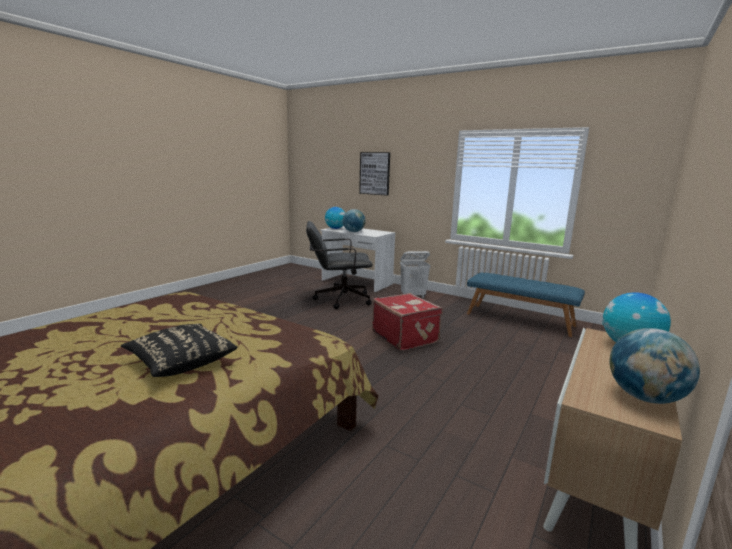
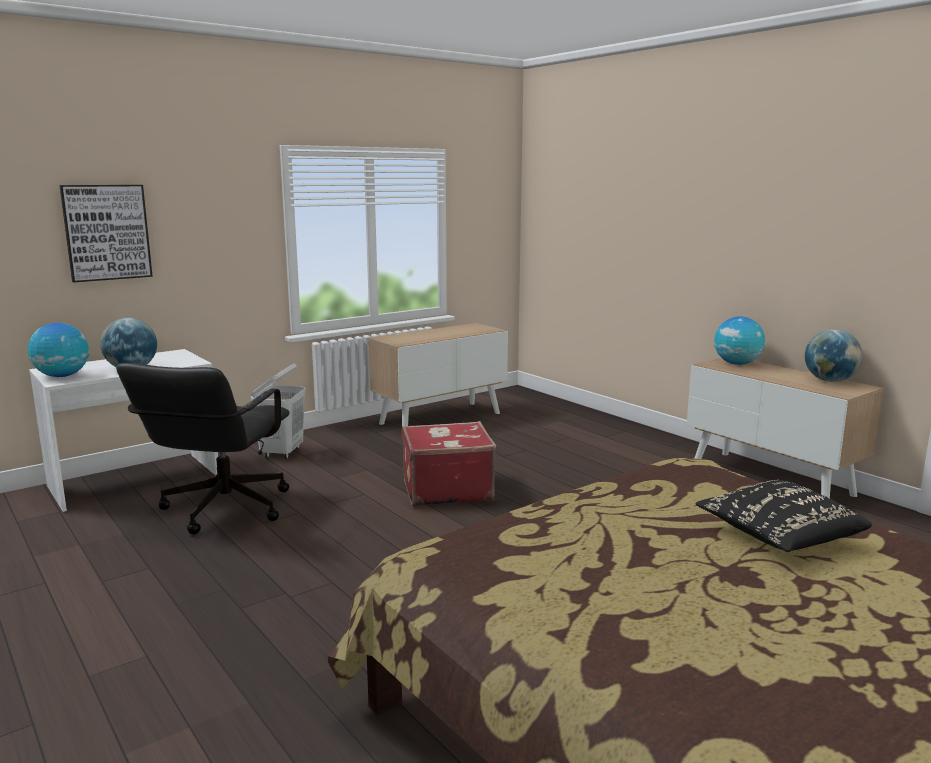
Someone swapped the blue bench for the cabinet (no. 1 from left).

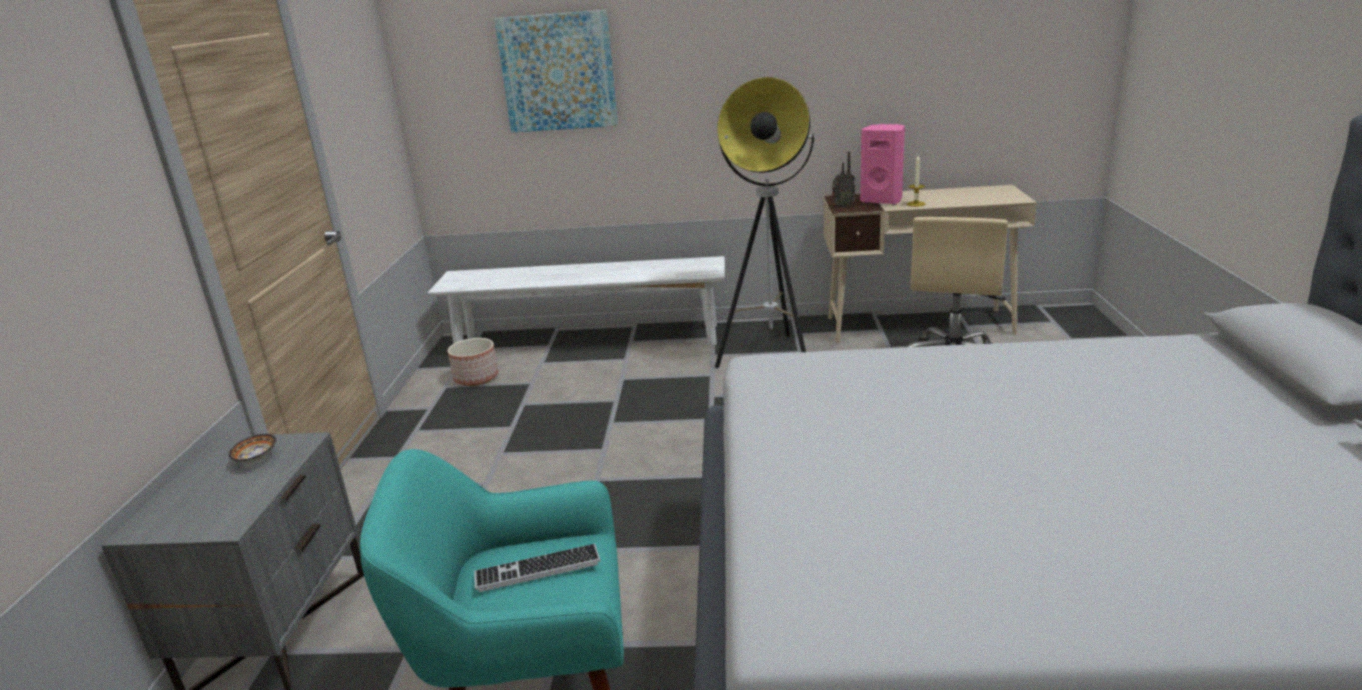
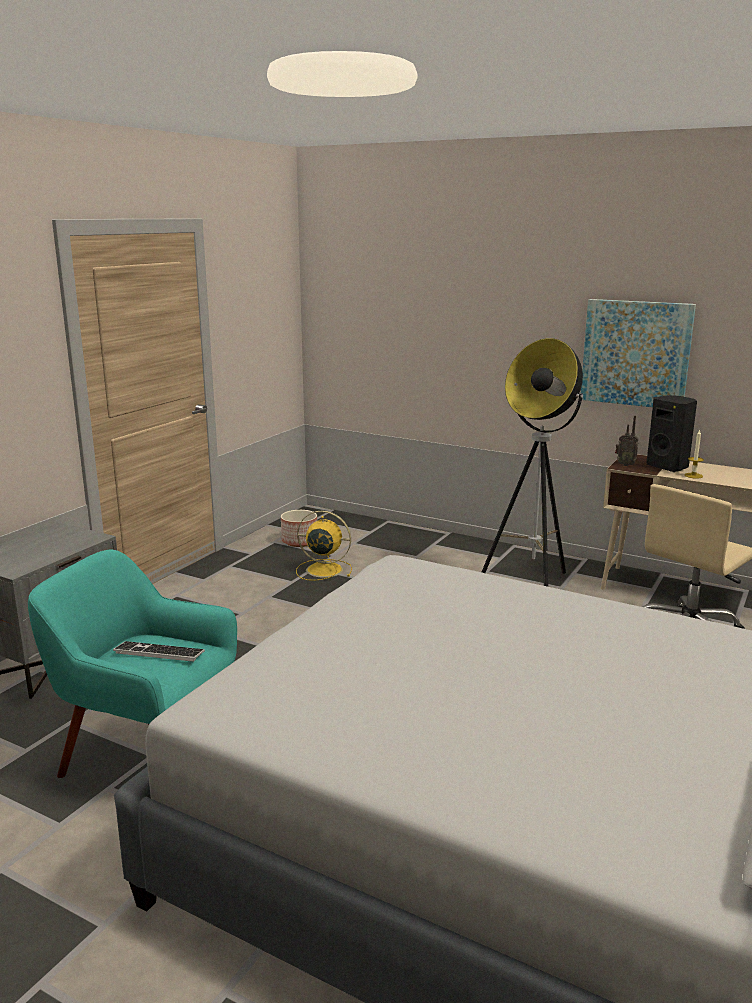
Someone took away the bowl.
Someone took away the white bench.
Someone carried the picture.
Someone repainted the pink speaker, which became the black speaker.
Someone put down the yellow fan.

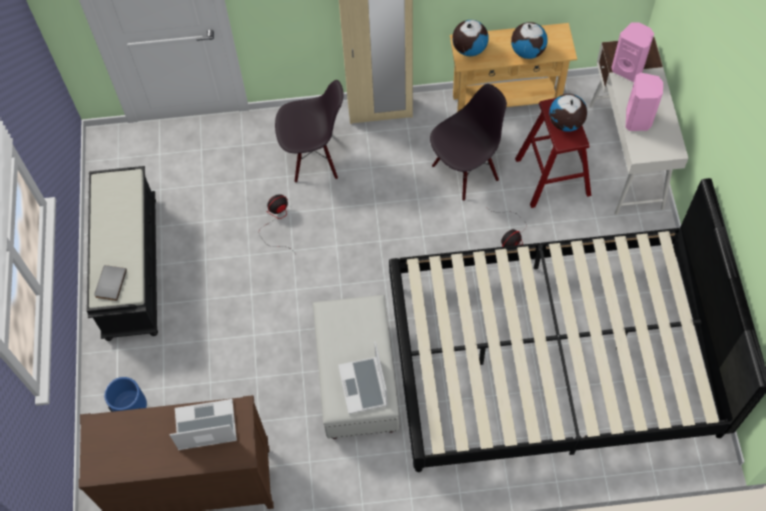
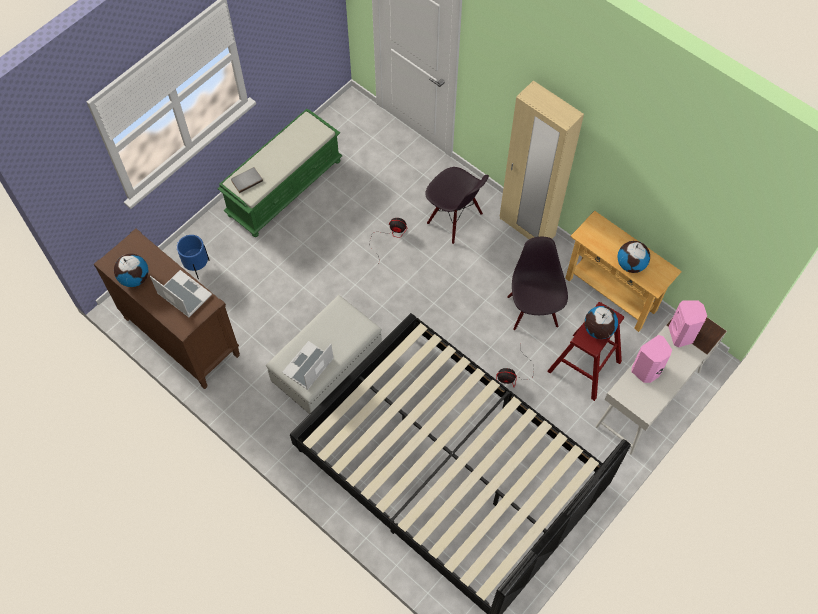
Someone repainted the black bench, which became the green bench.
Someone rotated the black chair (no. 2 from left) by 105 degrees counterclockwise.
Someone carried the globe (no. 1 from left).

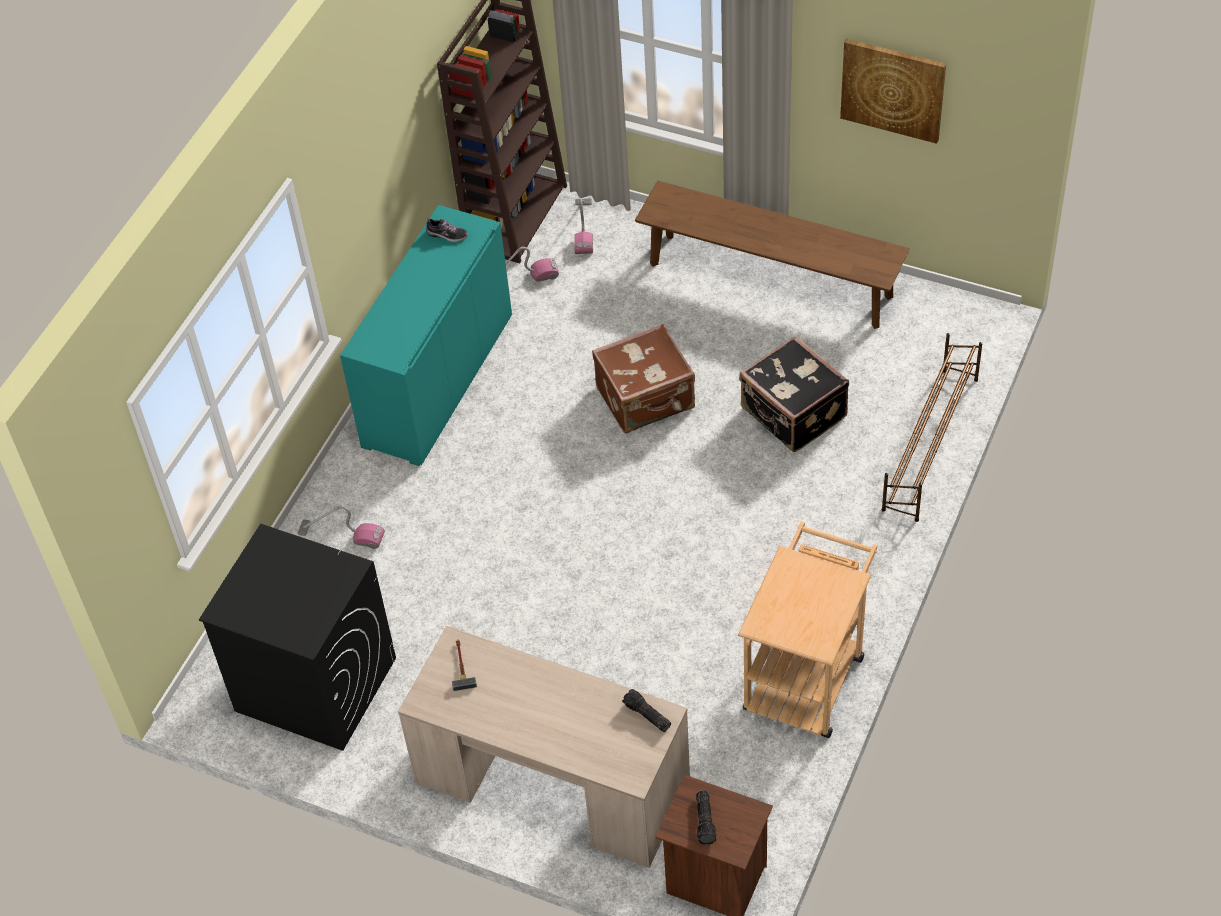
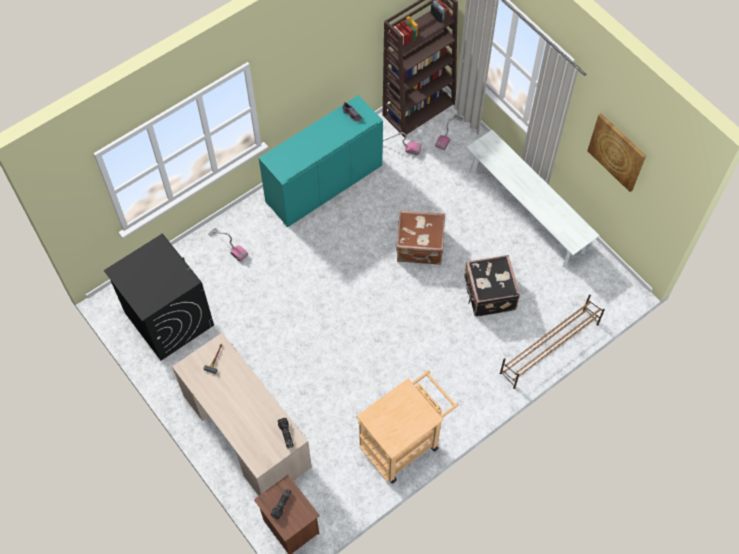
Someone repainted the brown bench, which became the white bench.

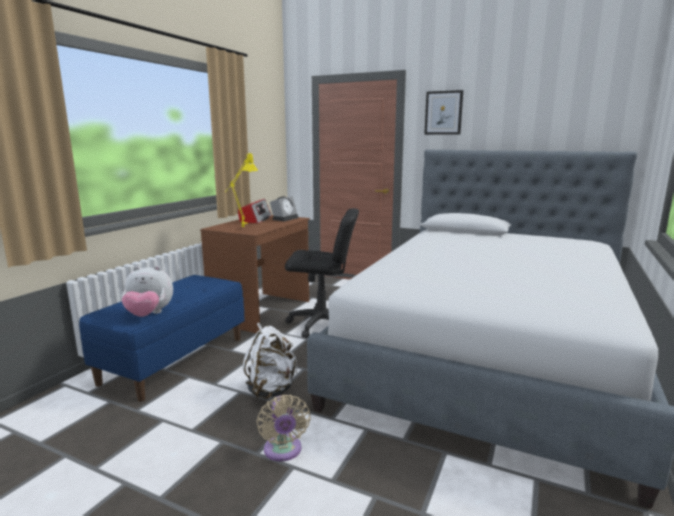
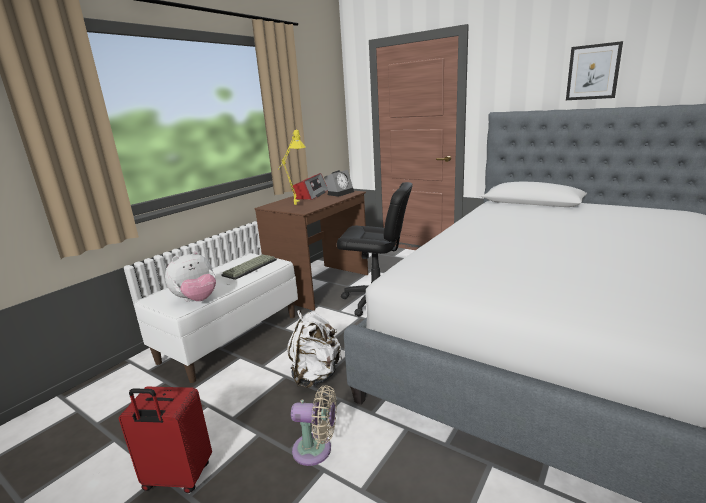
Someone repainted the blue bench, which became the white bench.
Someone rotated the plush toy by 45 degrees counterclockwise.
Someone rotated the beige fan by 75 degrees counterclockwise.
Someone carried the picture.
Someone put down the red suitcase.
Someone put down the keyboard.

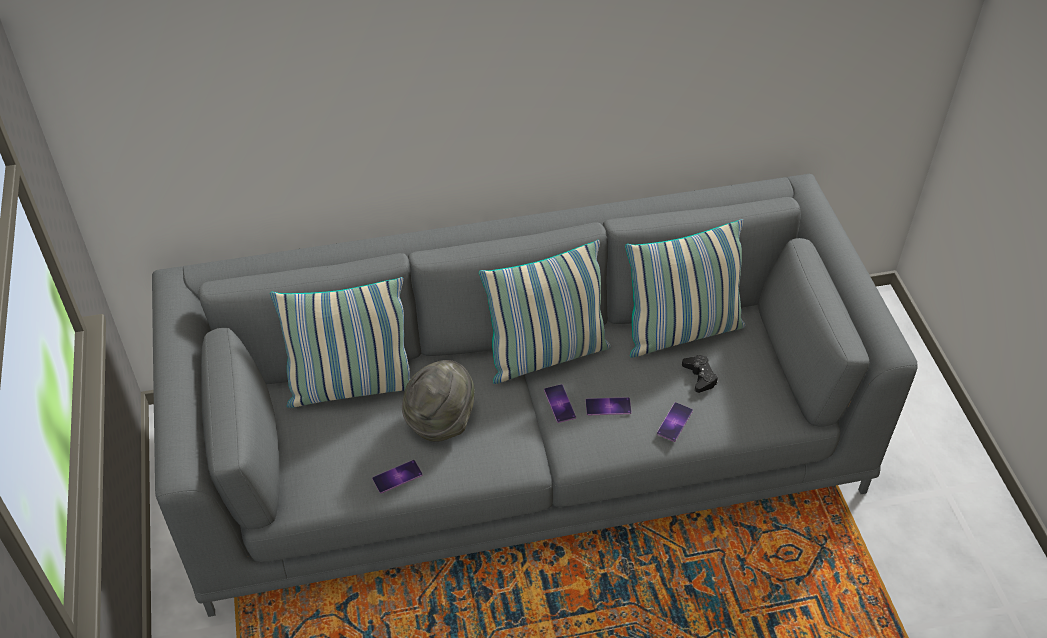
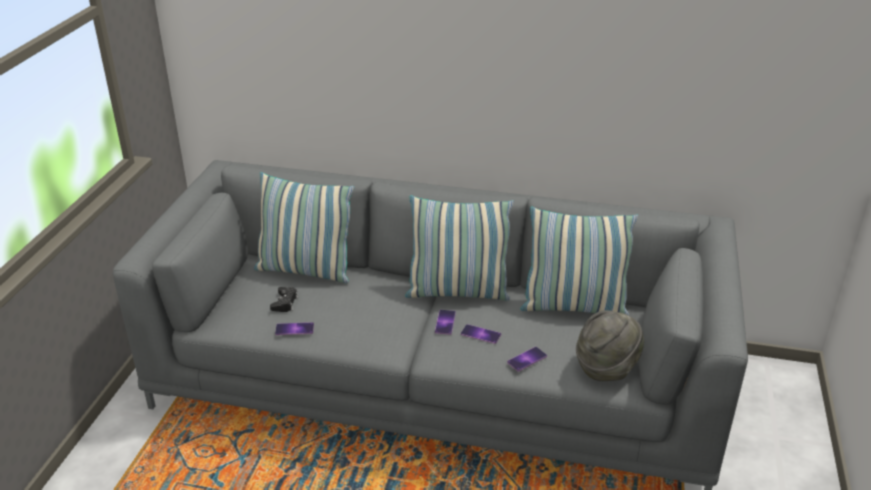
Someone carried the grey hat.
Someone carried the black game controller.

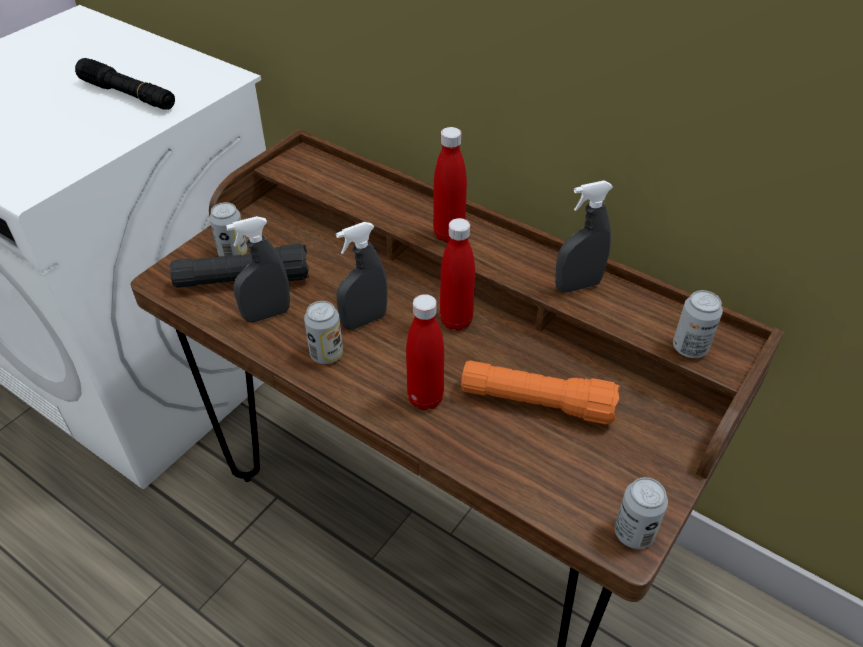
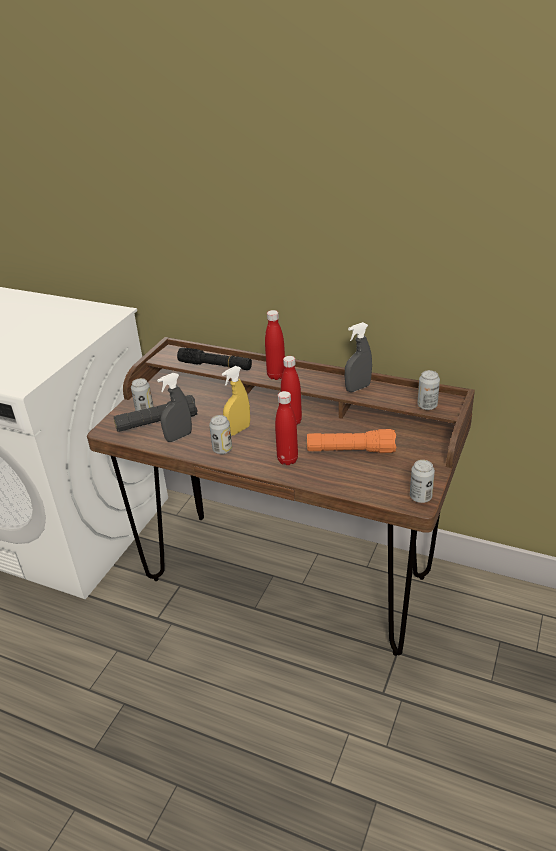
Someone carried the black flashlight (no. 1 from left in the first image).
Someone repainted the grey spray bottle (no. 2 from left), which became the yellow spray bottle.

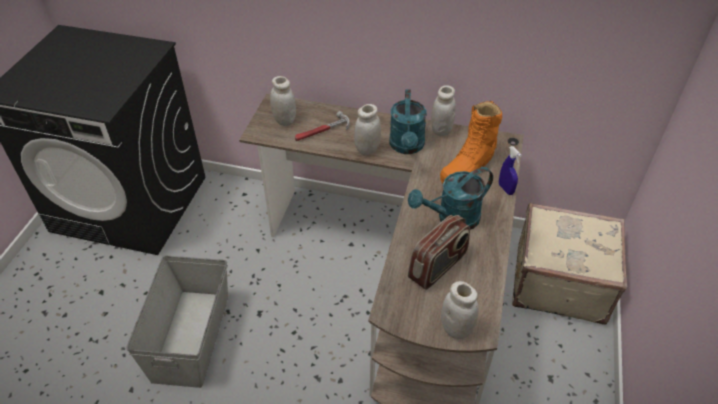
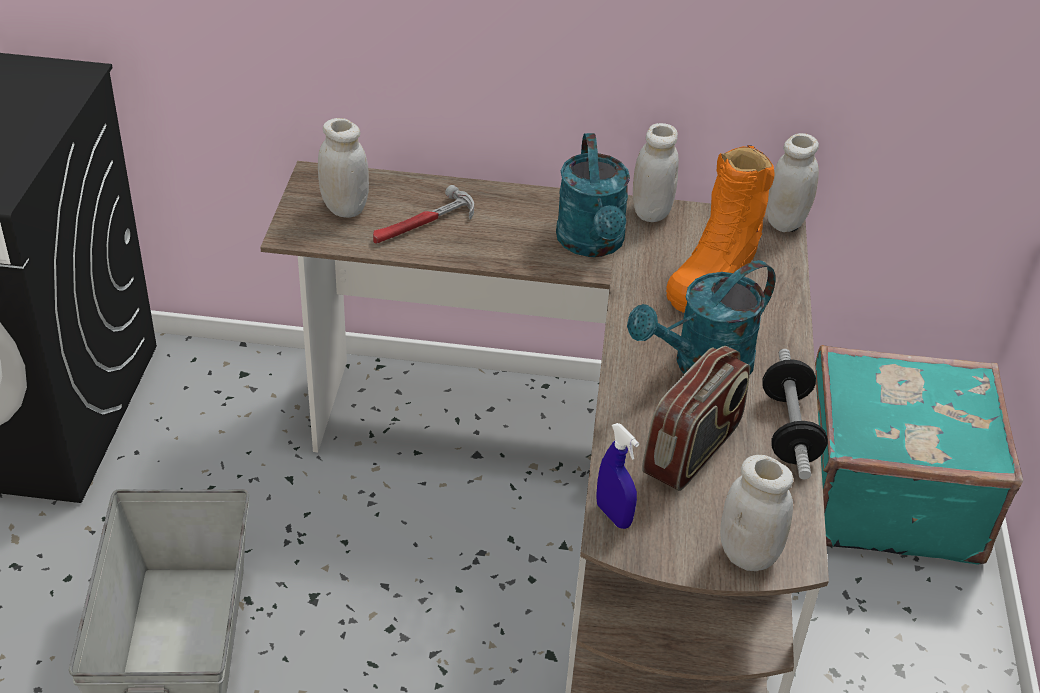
Someone carried the white jar (no. 2 from left in the first image).
Someone carried the blue spray bottle.
Someone repainted the beige suitcase, which became the turquoise suitcase.
Someone put down the dumbbell.

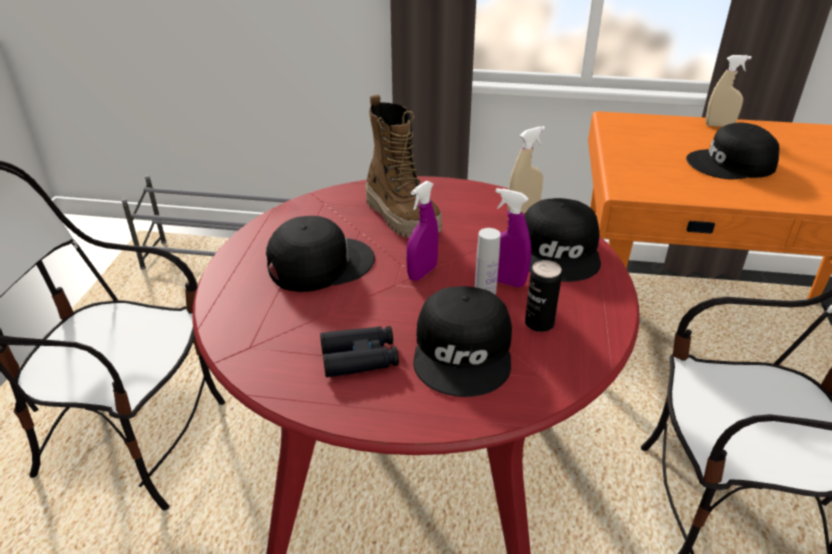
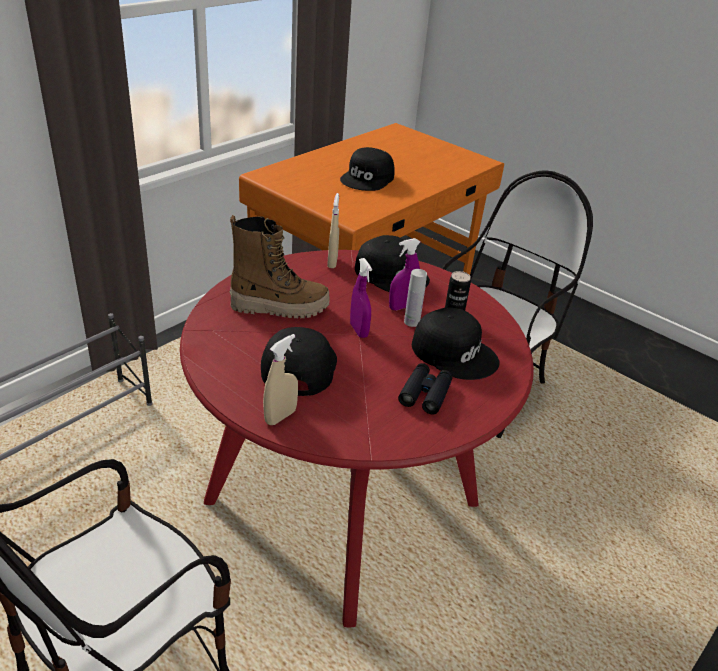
Someone carried the beige spray bottle (no. 2 from left in the first image).

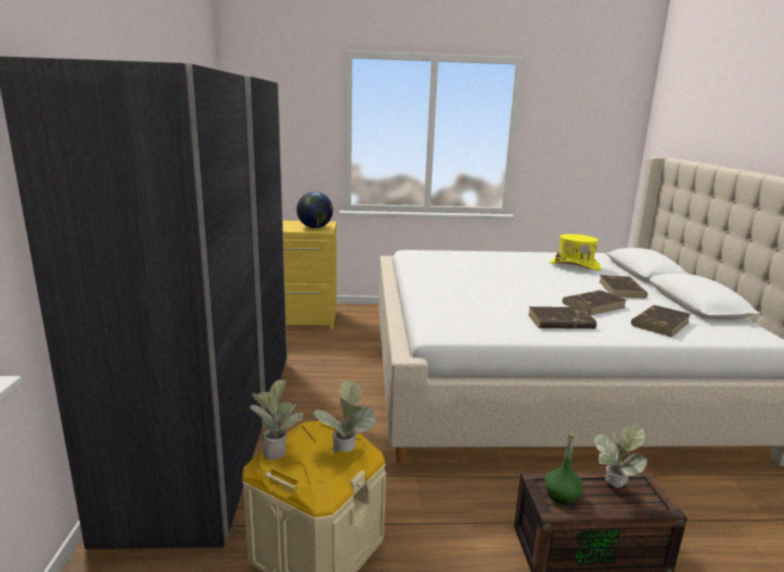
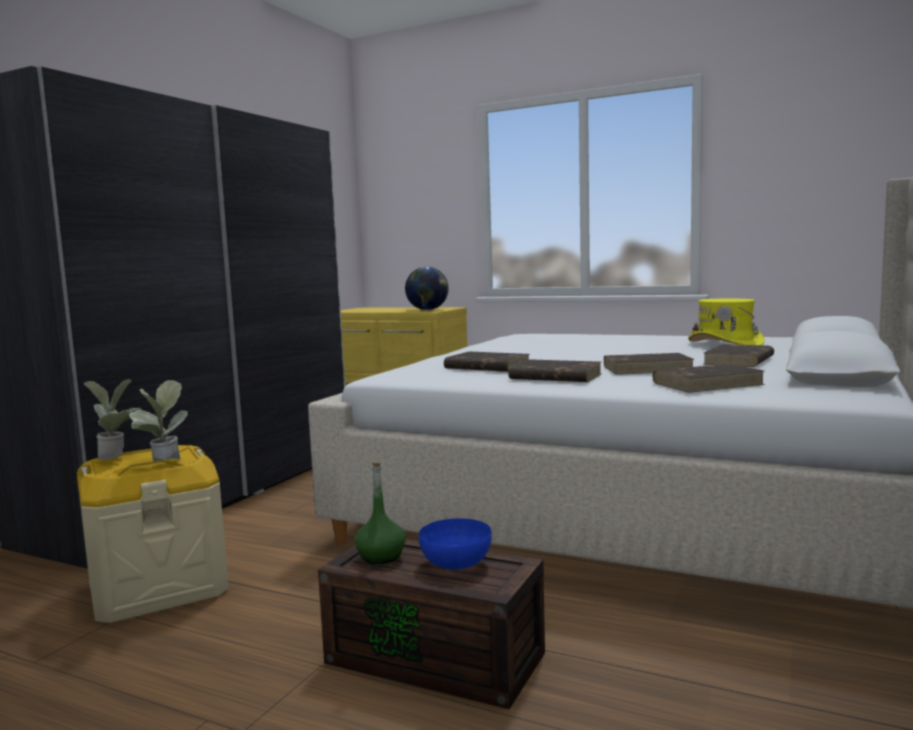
Someone swapped the potted plant (no. 3 from left) for the blue bowl.
Someone put down the brown book (no. 1 from left).

